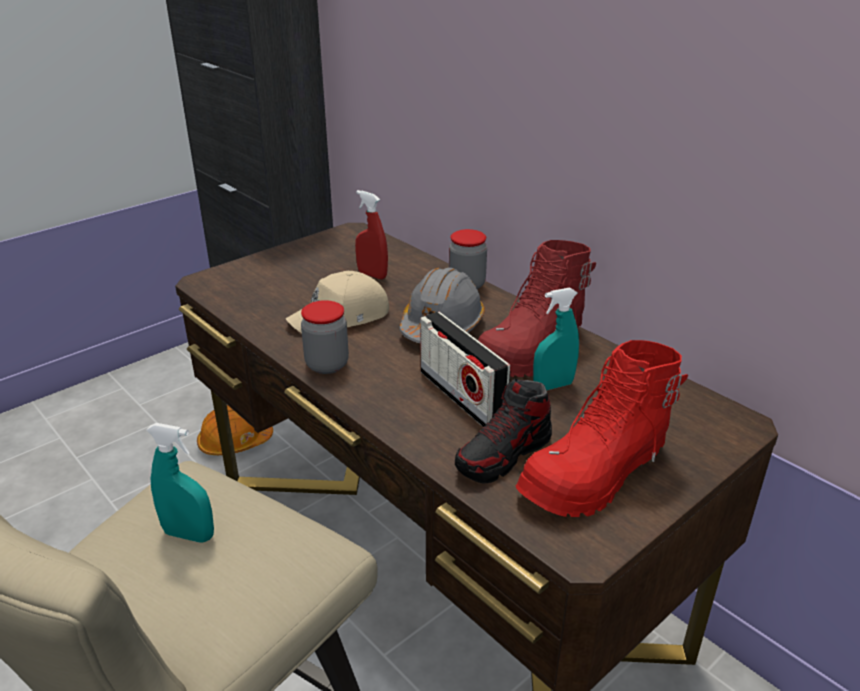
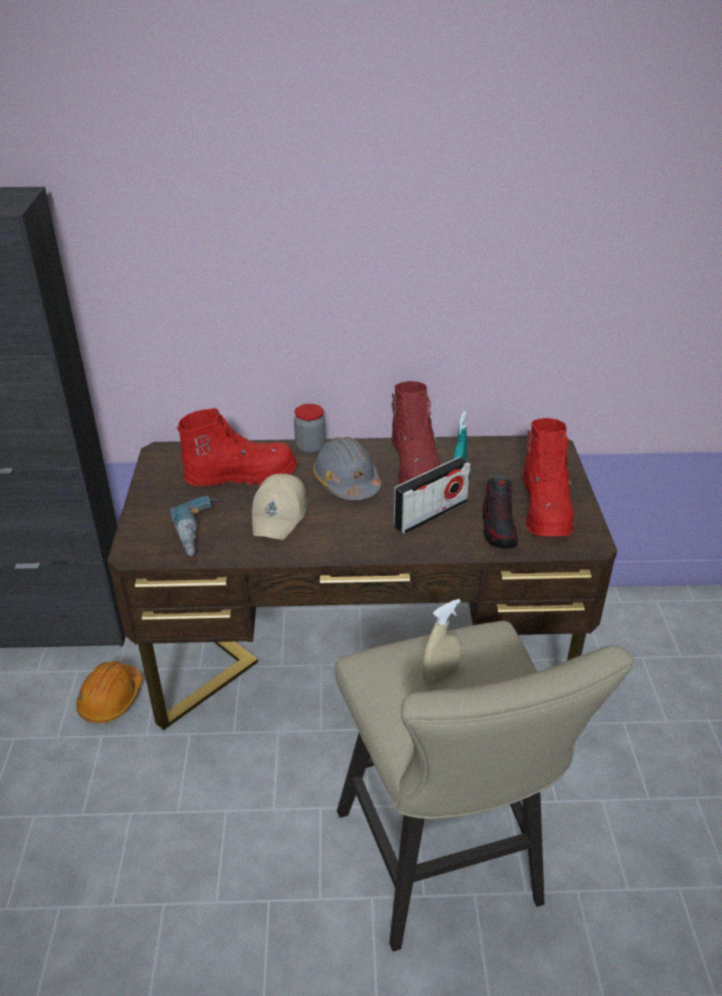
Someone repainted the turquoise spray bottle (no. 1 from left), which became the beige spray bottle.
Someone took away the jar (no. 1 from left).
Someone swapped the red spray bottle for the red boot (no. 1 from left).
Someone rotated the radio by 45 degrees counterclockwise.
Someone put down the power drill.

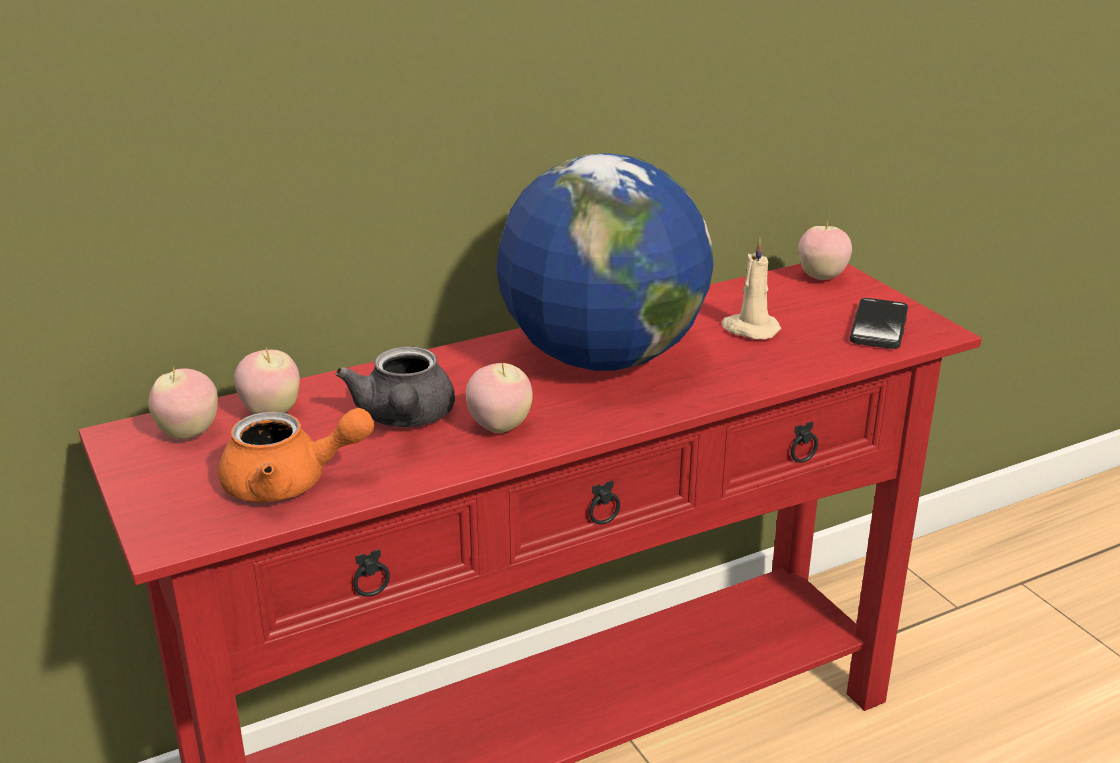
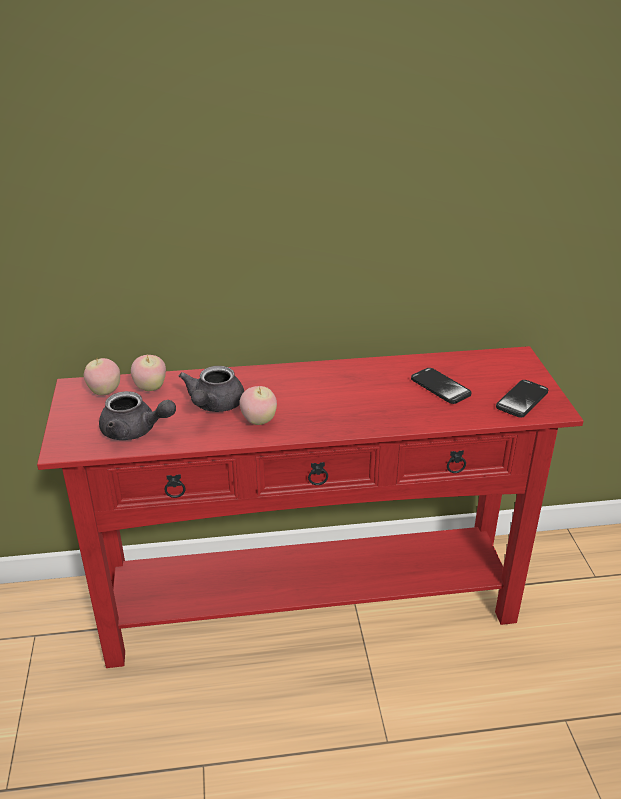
Someone repainted the orange teapot, which became the grey teapot (no. 1 from left).
Someone took away the globe.
Someone swapped the beige candle for the phone (no. 1 from left).
Someone took away the apple (no. 4 from left).

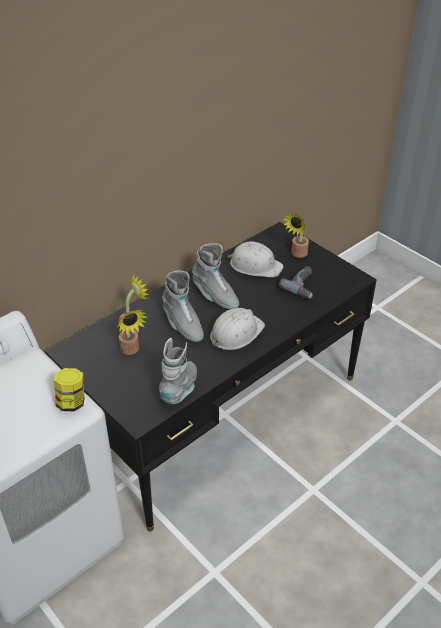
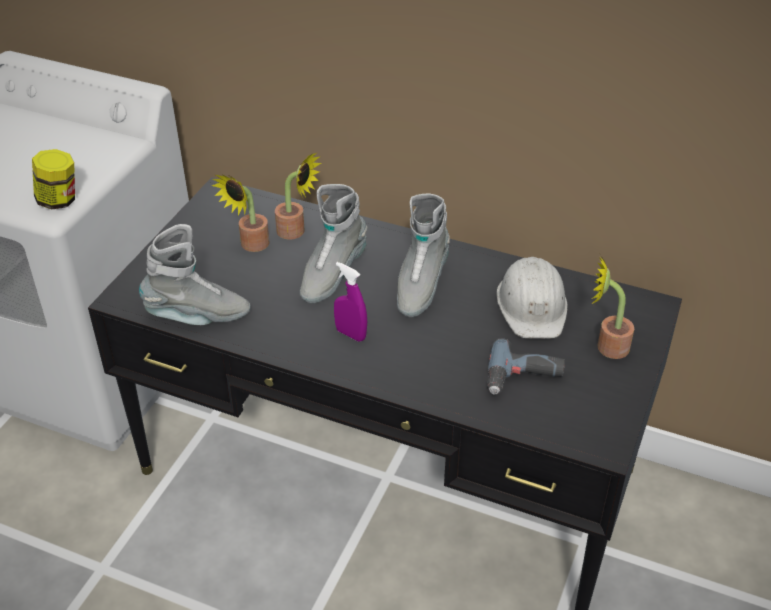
Someone swapped the white hard hat (no. 1 from left) for the purple spray bottle.

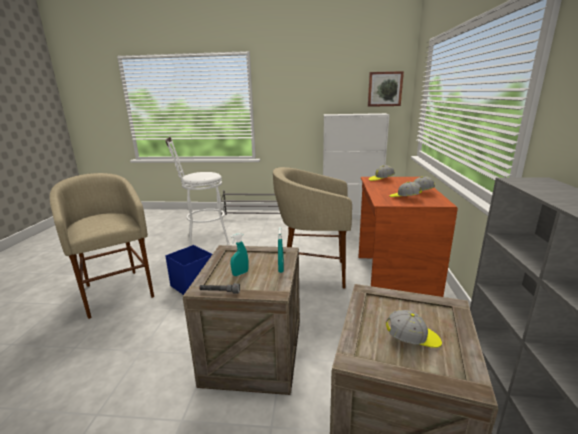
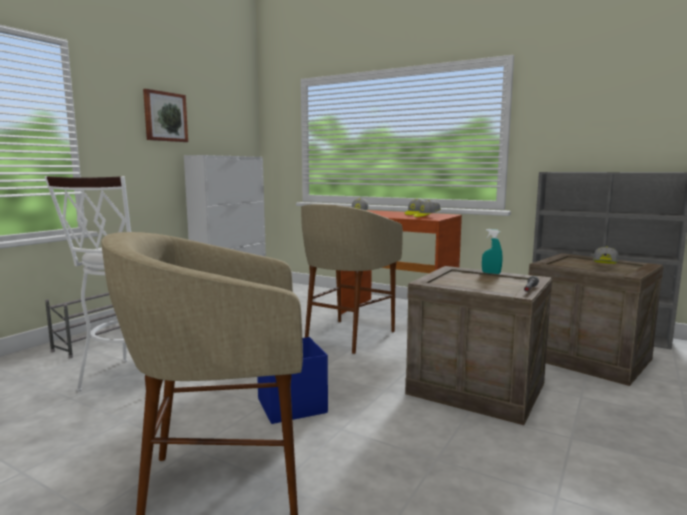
Someone took away the turquoise spray bottle (no. 1 from left).
Someone carried the picture.

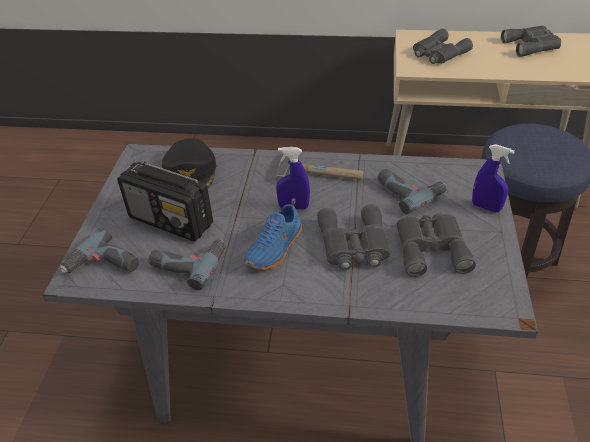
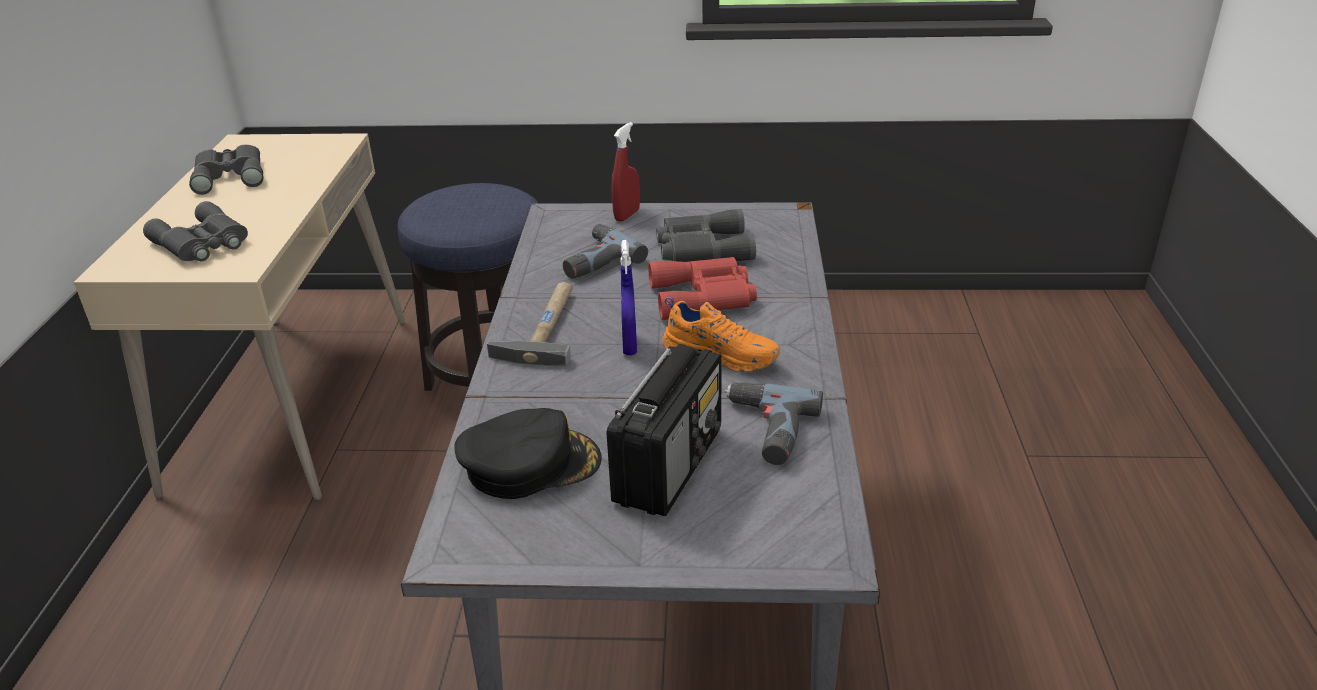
Someone took away the power drill (no. 1 from left).
Someone repainted the blue shoe, which became the orange shoe.
Someone repainted the grey binoculars (no. 1 from left), which became the red binoculars.
Someone repainted the blue spray bottle (no. 2 from left), which became the red spray bottle.

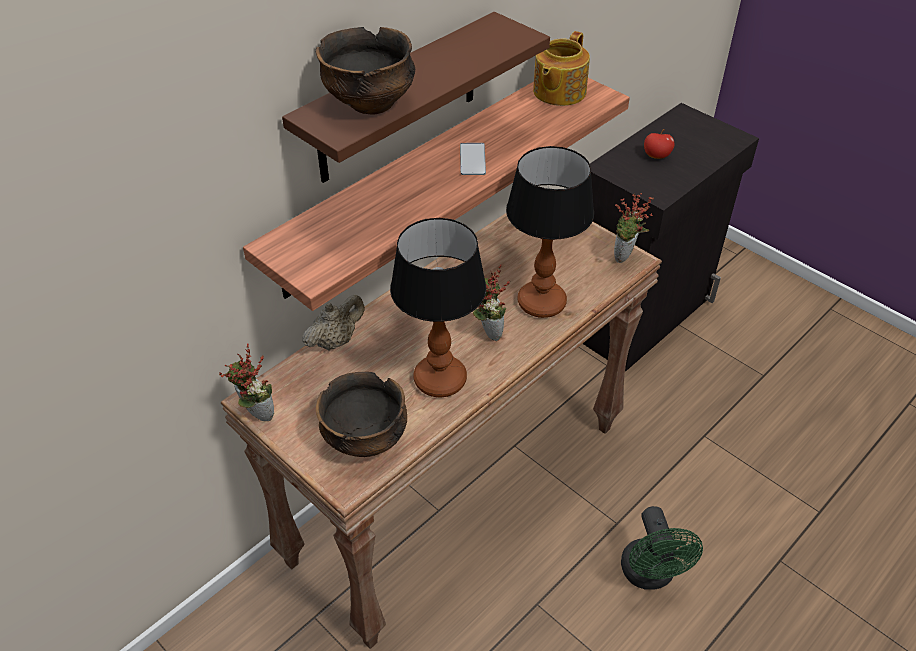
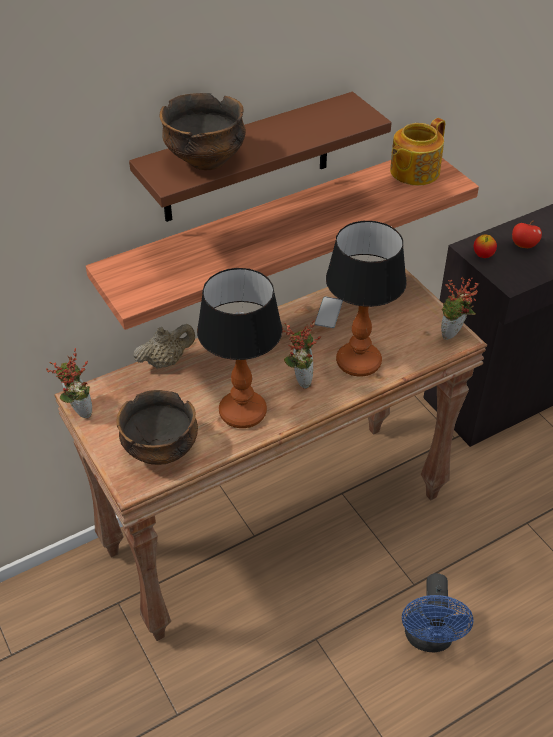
Someone carried the phone.
Someone repainted the green fan, which became the blue fan.
Someone put down the apple (no. 1 from left).

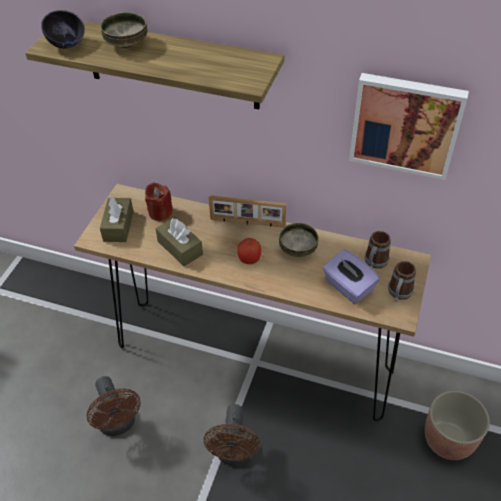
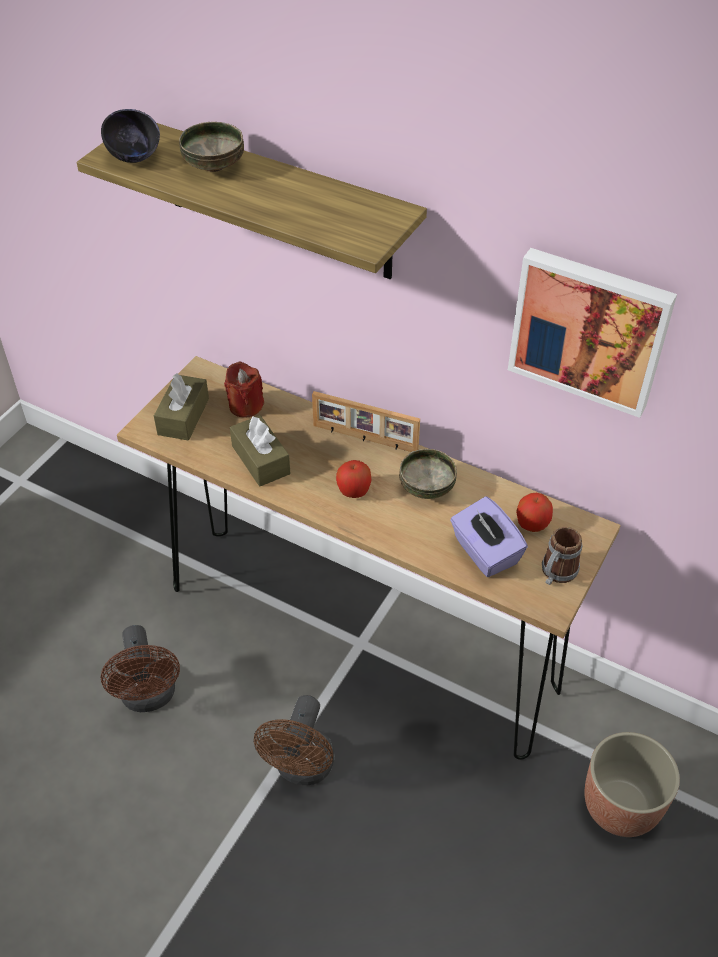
Someone swapped the mug (no. 1 from left) for the apple (no. 2 from left).

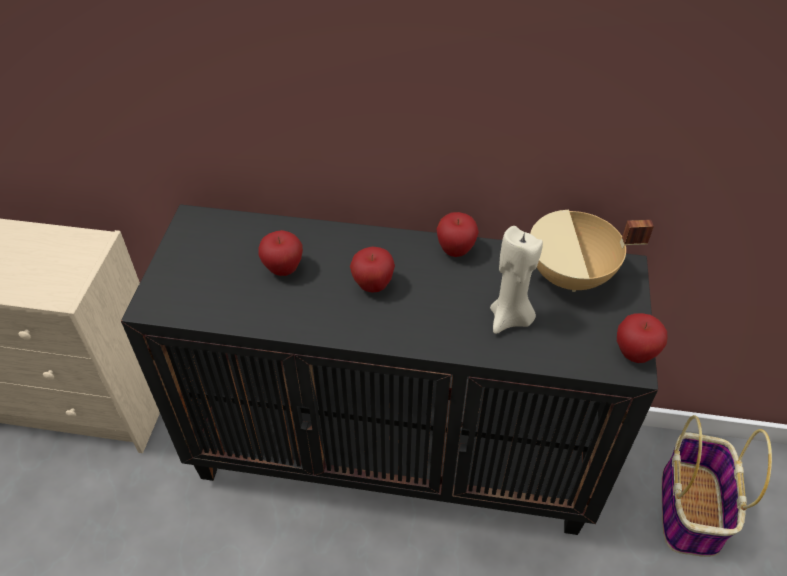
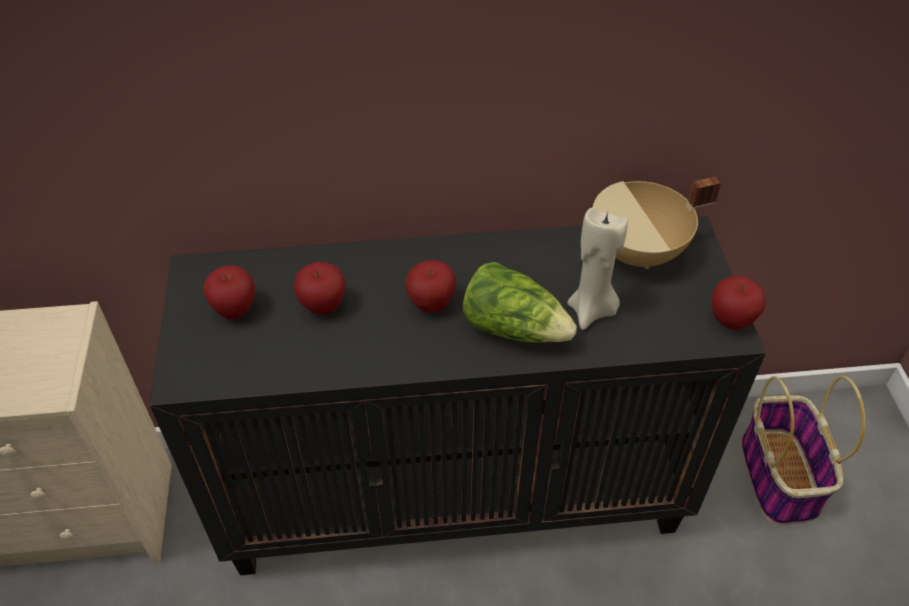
Someone carried the apple (no. 3 from left in the first image).
Someone put down the lettuce.

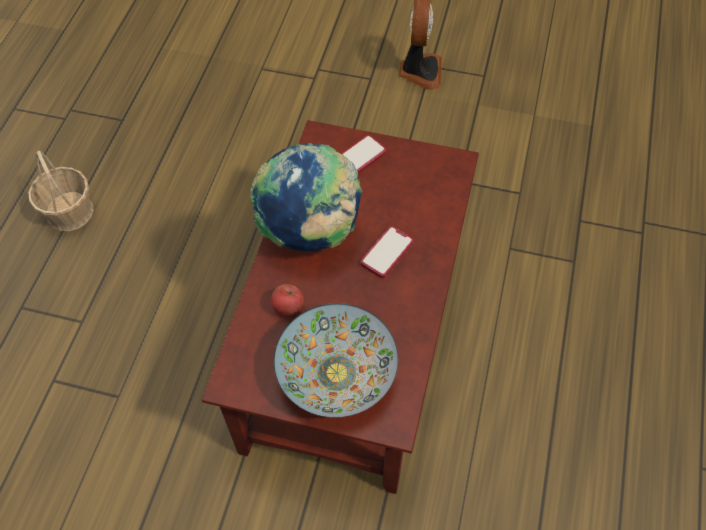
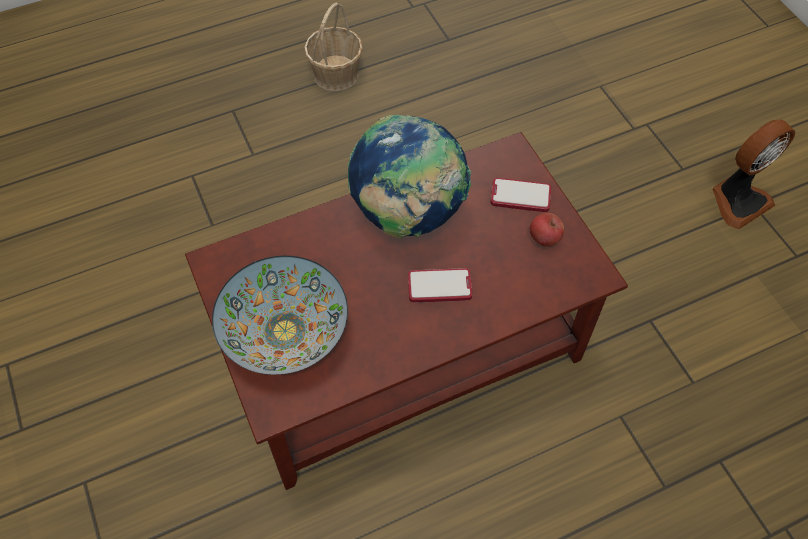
Someone carried the apple.

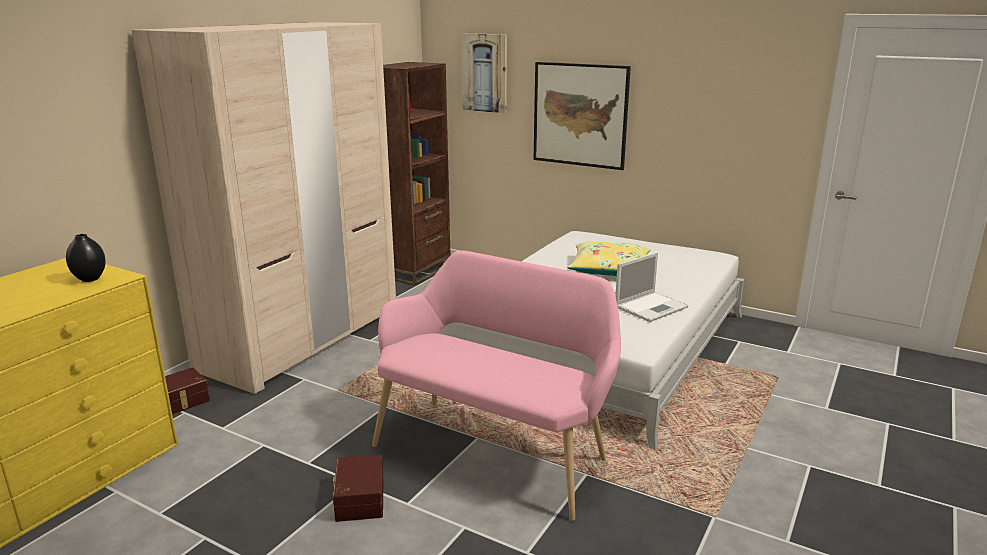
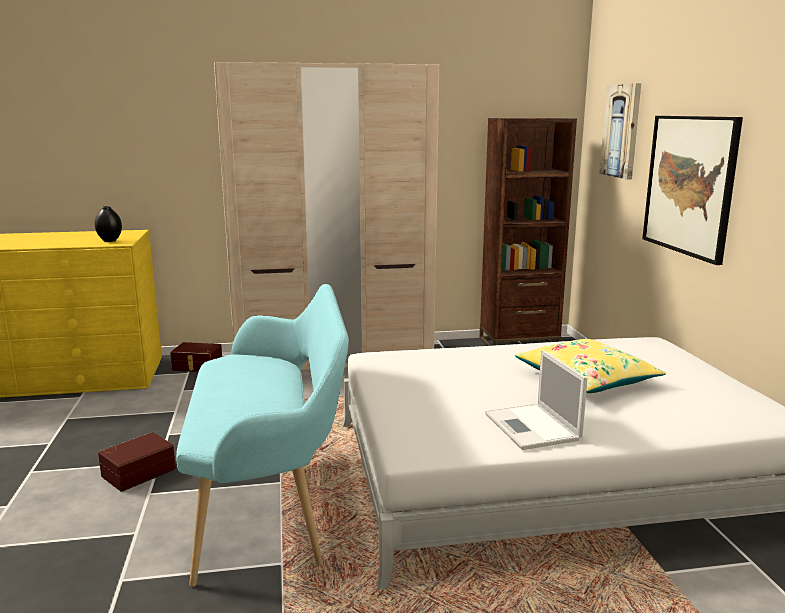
Someone repainted the pink bench, which became the turquoise bench.
Someone rotated the laptop by 60 degrees clockwise.

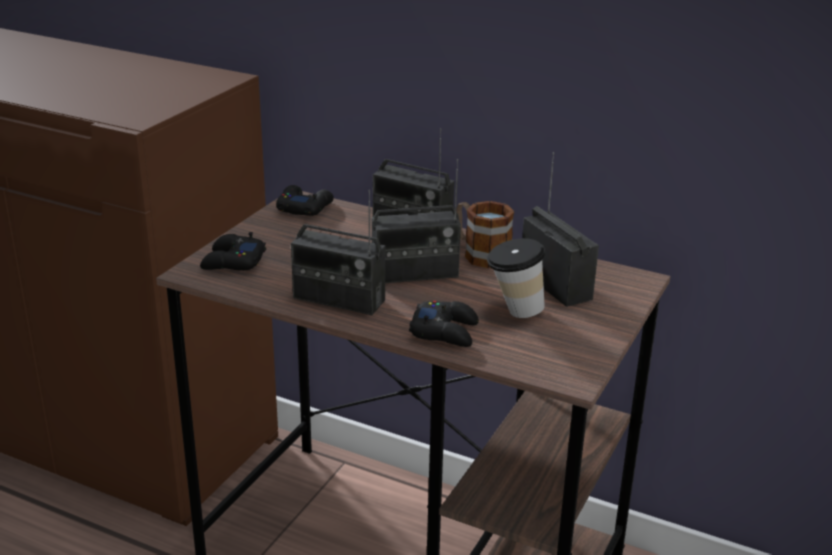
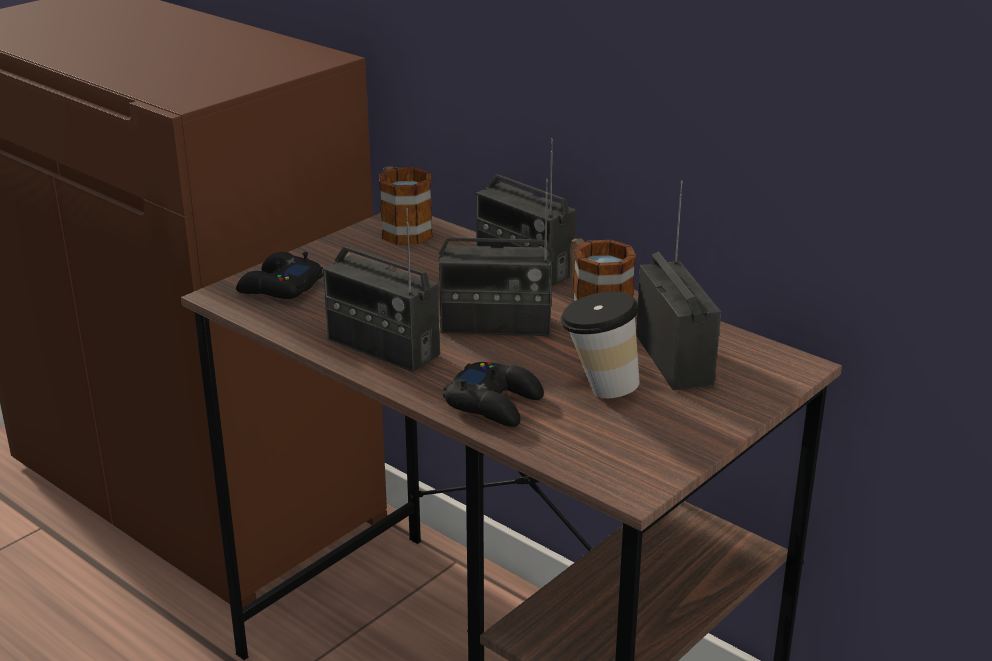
Someone swapped the black game controller (no. 2 from left) for the mug (no. 1 from left).

